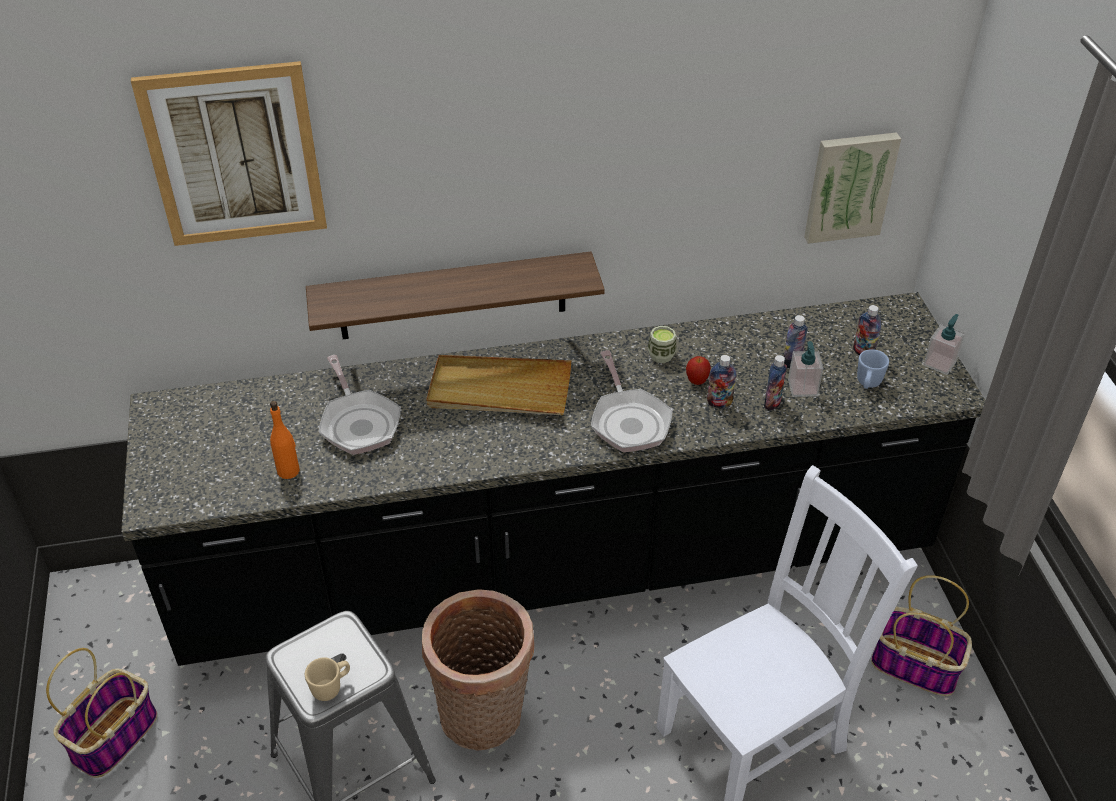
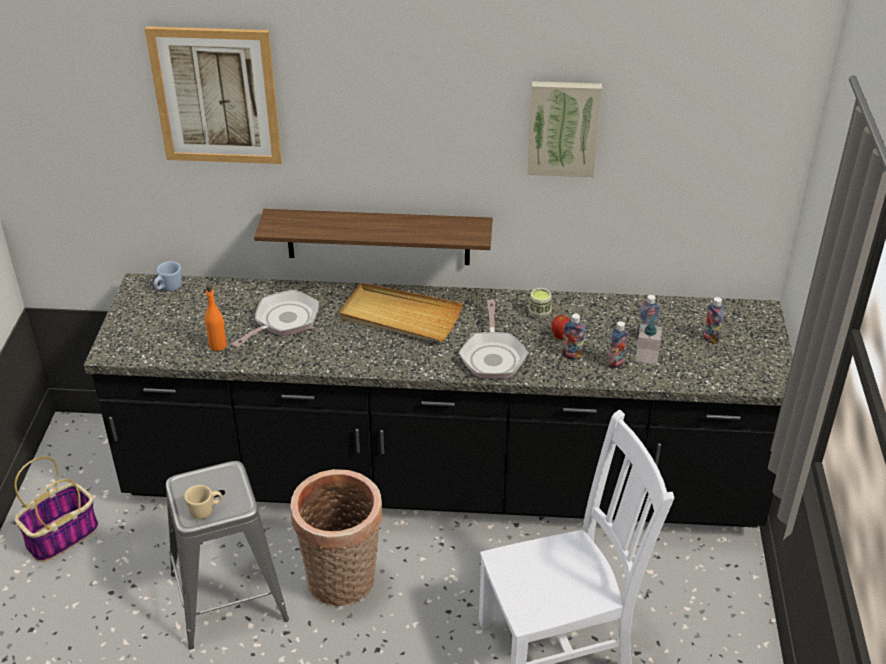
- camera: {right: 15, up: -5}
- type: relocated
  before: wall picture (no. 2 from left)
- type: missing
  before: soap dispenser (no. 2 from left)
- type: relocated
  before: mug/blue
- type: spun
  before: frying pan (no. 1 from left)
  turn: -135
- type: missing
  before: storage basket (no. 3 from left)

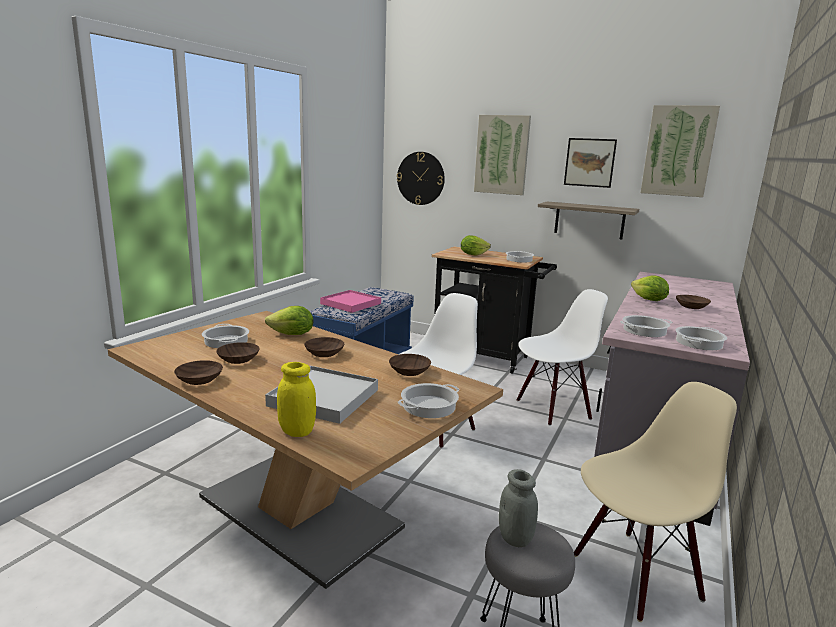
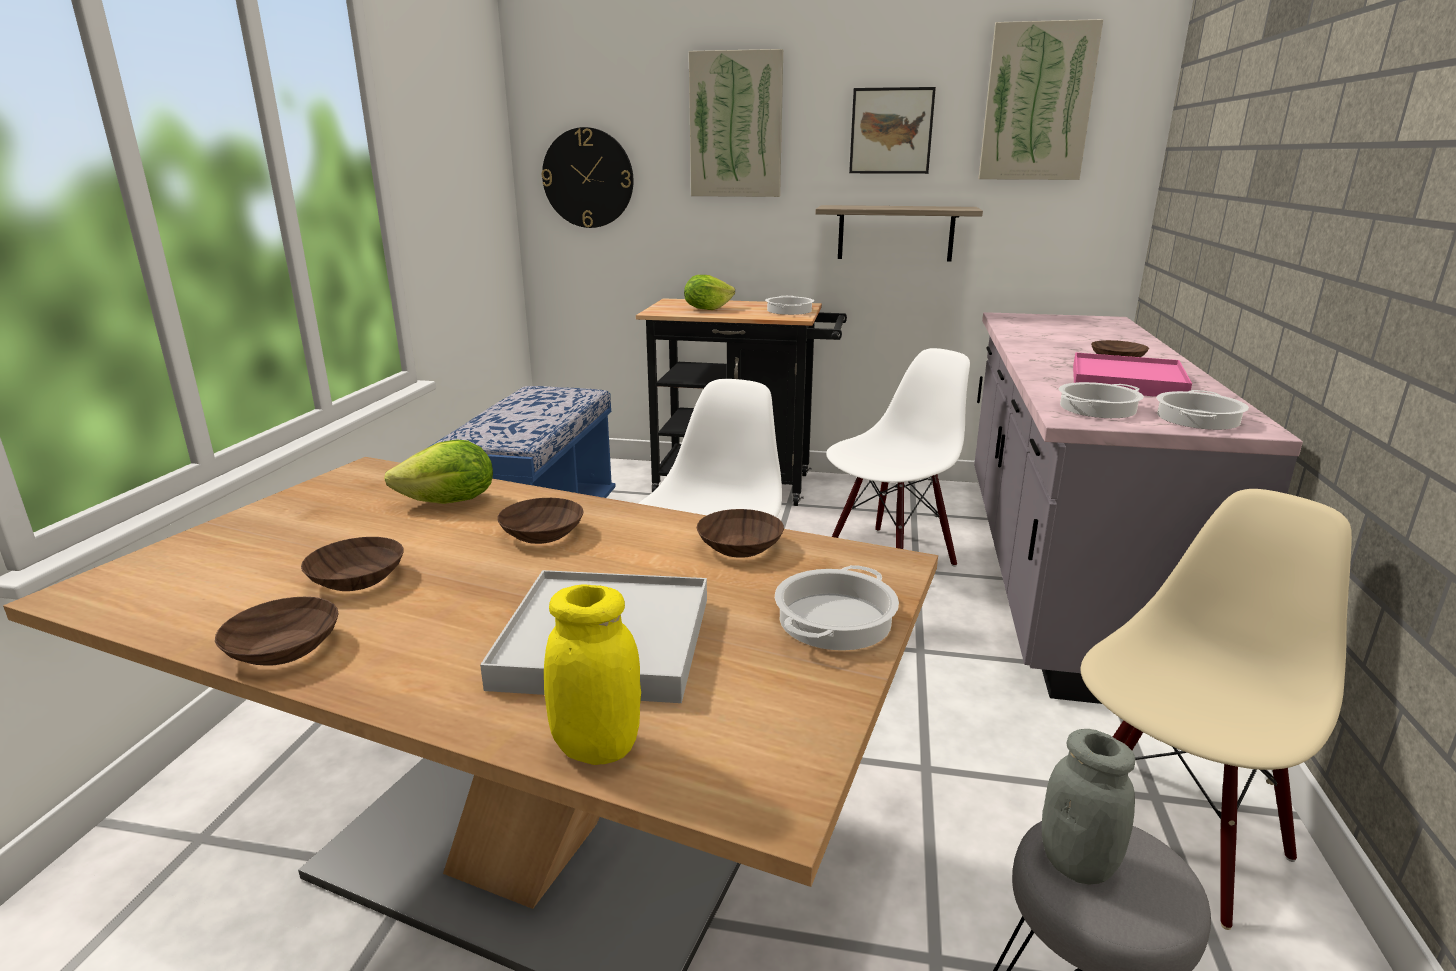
- camera: {right: -15, up: 5}
- type: missing
  before: lettuce head (no. 3 from left)
- type: relocated
  before: carrying tray/pink-coloured
- type: missing
  before: saucepot (no. 1 from left)

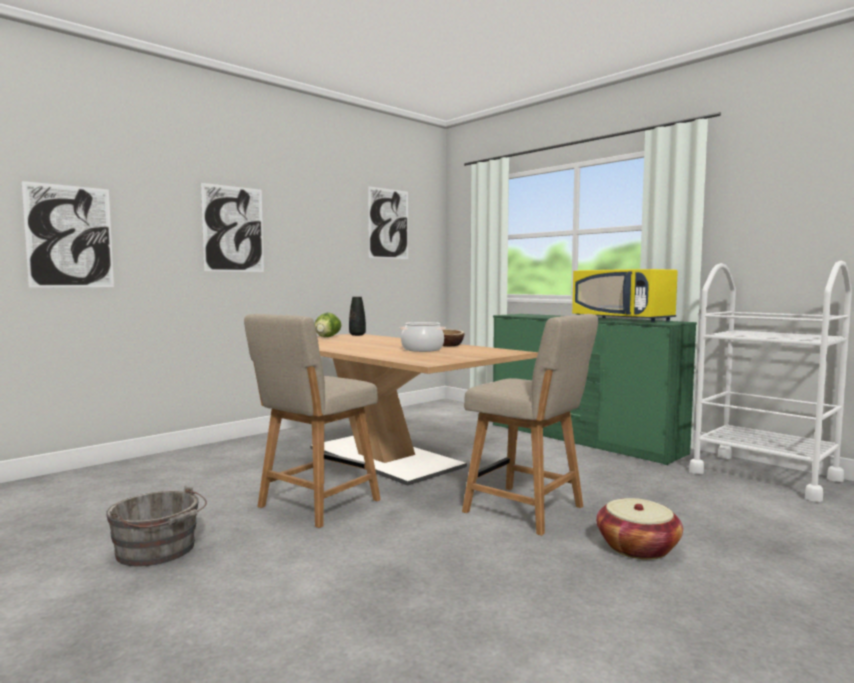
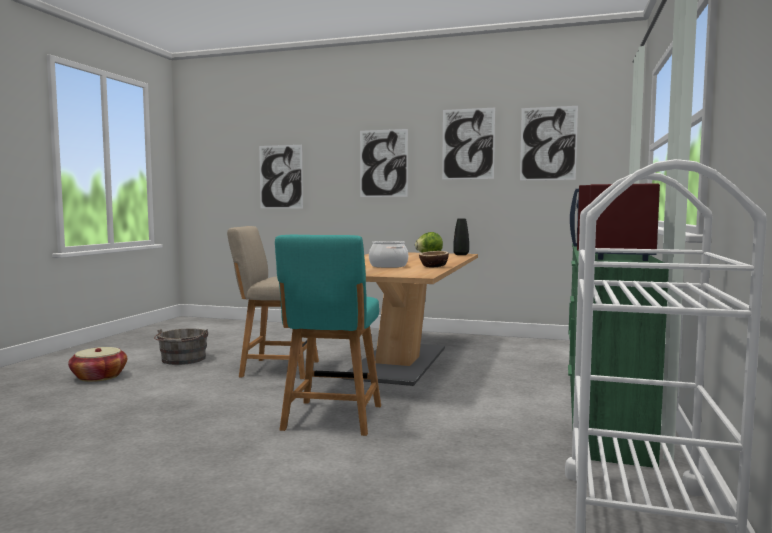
- camera: {right: 60, up: 0}
- type: colour
  before: kitchen microwave/yellow-coloured
  after: kitchen microwave/red
- type: colour
  before: upright chair/beige (no. 2 from left)
  after: upright chair/turquoise
- type: relocated
  before: storage basket
- type: appeared
  after: wall picture (no. 3 from left)

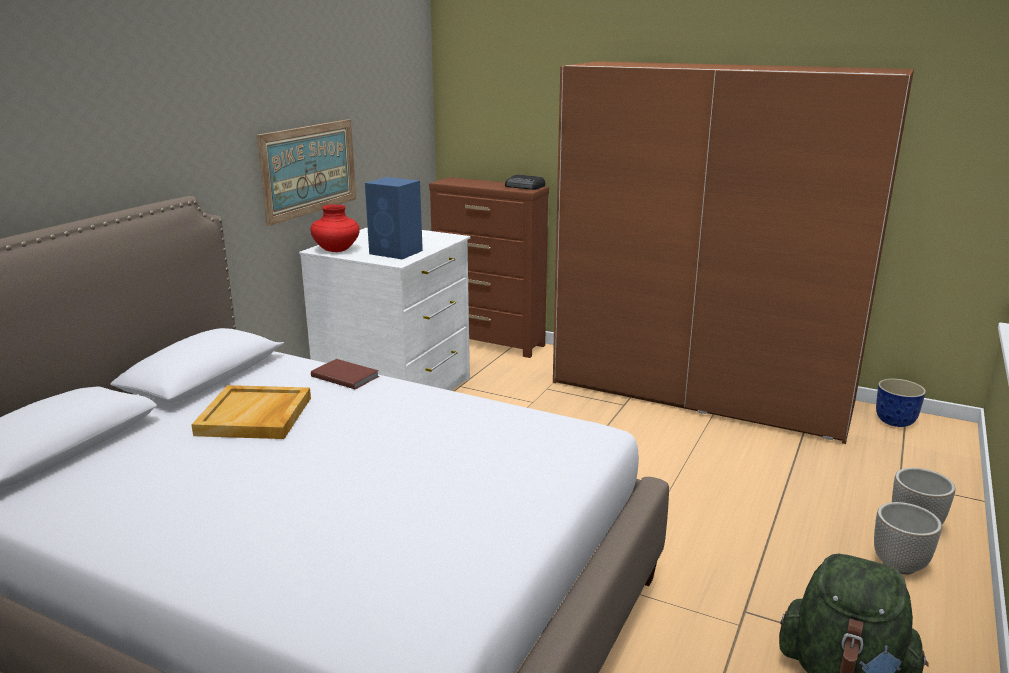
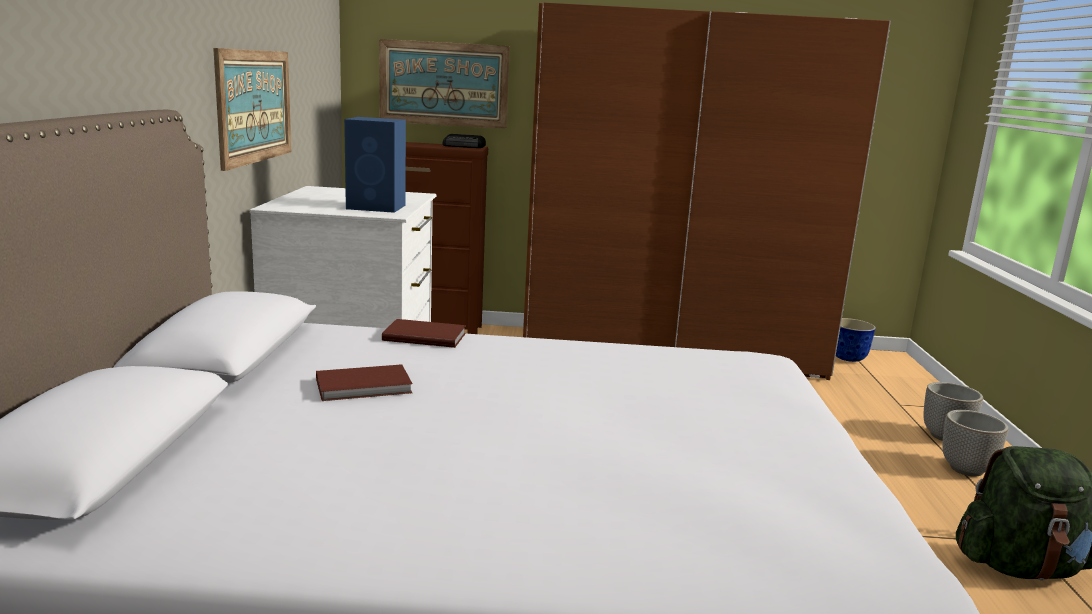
- camera: {right: -25, up: -5}
- type: missing
  before: flower vase/red
- type: exchanged
  before: carrying tray/beige
  after: volume/brown (no. 1 from left)
- type: appeared
  after: wall picture (no. 2 from left)

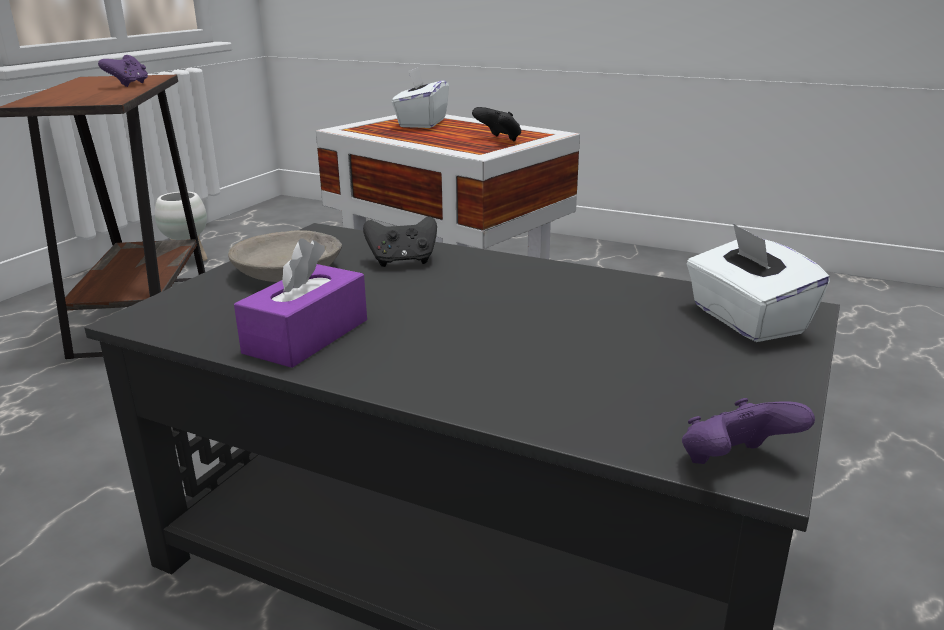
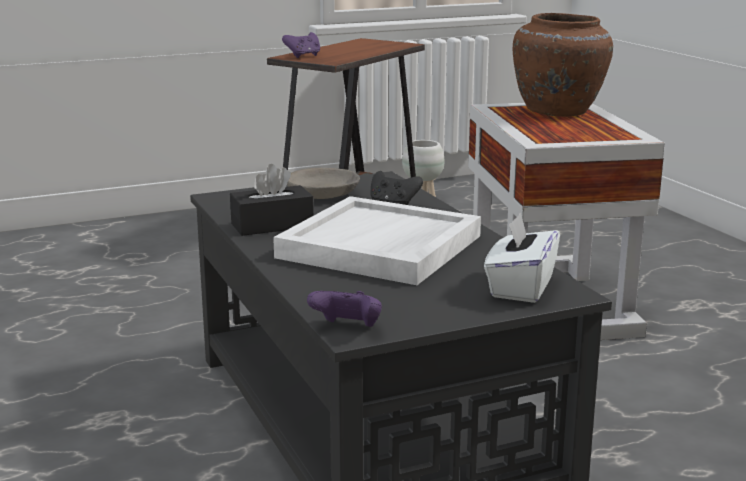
- camera: {right: 40, up: -5}
- type: relocated
  before: joypad/purple (no. 1 from left)
- type: exchanged
  before: box of tissues/white (no. 1 from left)
  after: flower vase/brown
- type: missing
  before: joypad/blackish (no. 2 from left)
- type: colour
  before: box of tissues/purple
  after: box of tissues/blackish
- type: appeared
  after: carrying tray/white

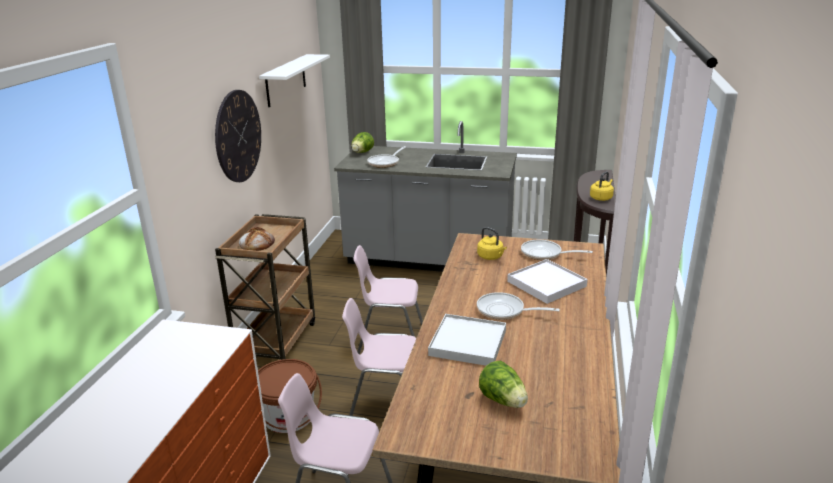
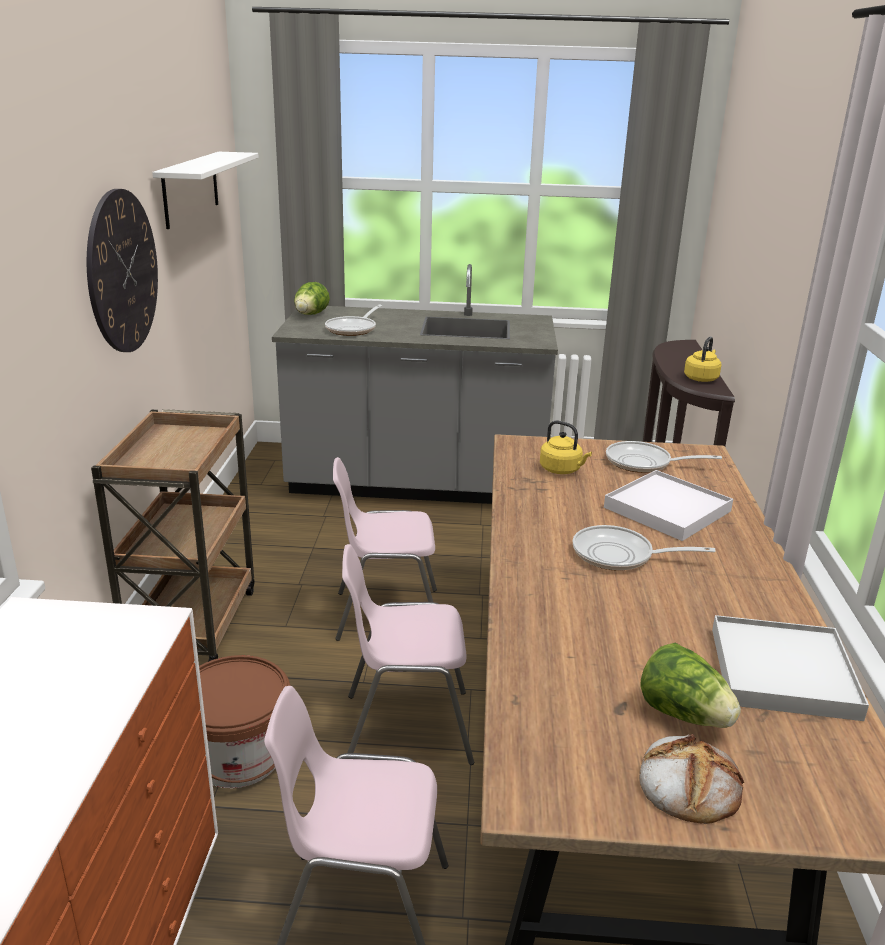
- camera: {right: -10, up: 0}
- type: relocated
  before: bakery bread
- type: relocated
  before: carrying tray/white (no. 1 from left in the first image)
  after: carrying tray/white (no. 2 from left)

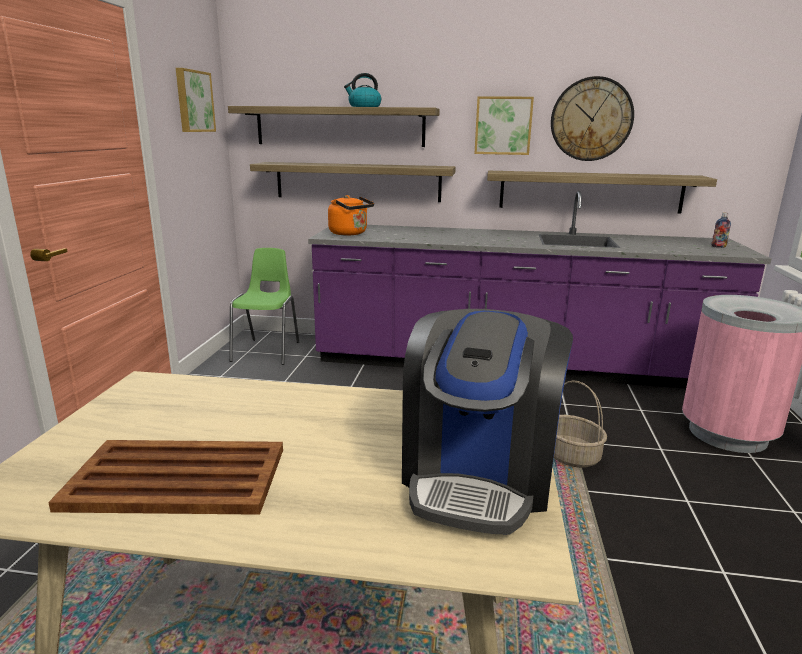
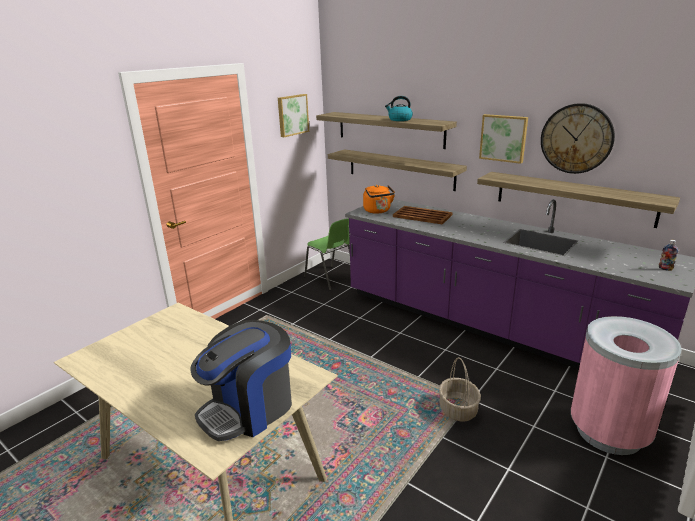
- camera: {right: 30, up: 5}
- type: spun
  before: upright chair/green
  turn: 105
- type: relocated
  before: carrying tray/brown

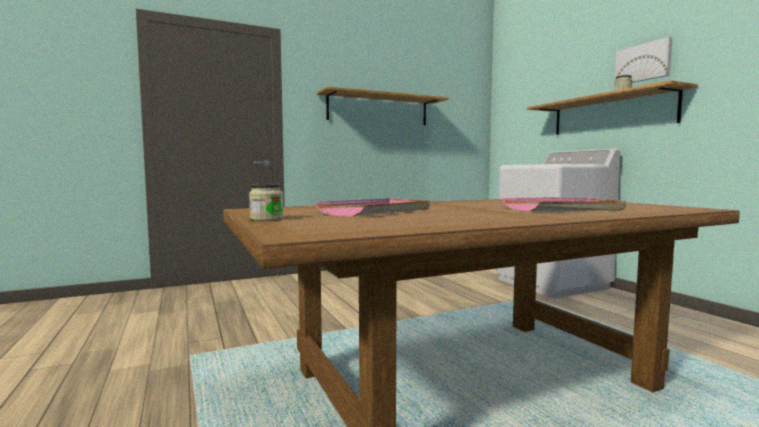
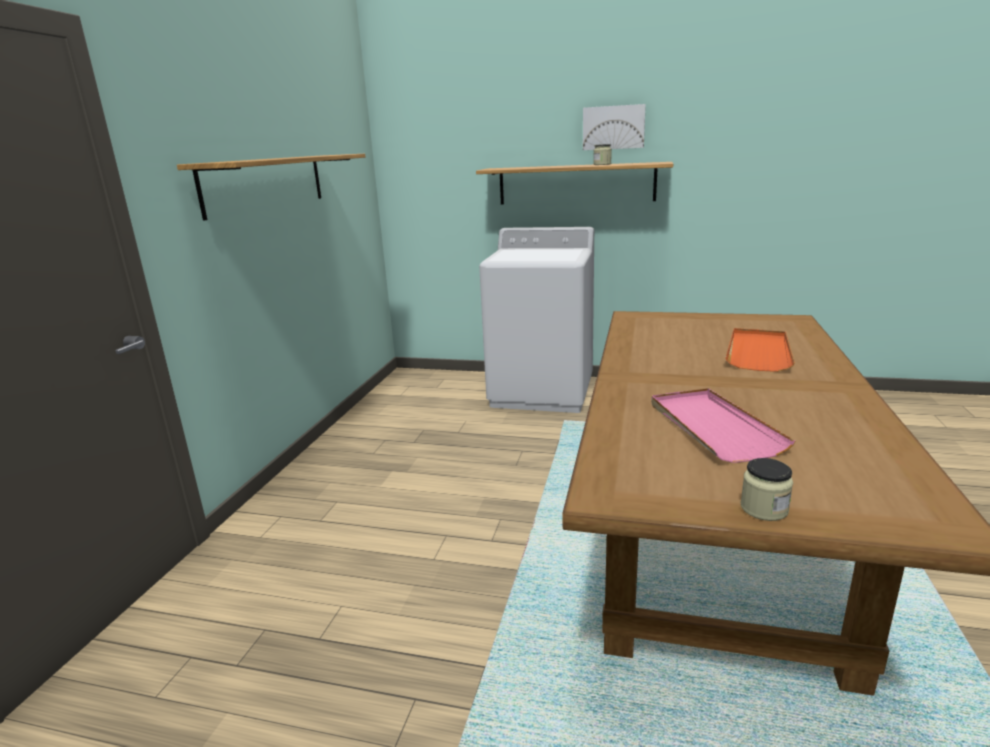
- camera: {right: -50, up: 15}
- type: colour
  before: carrying tray/pink-coloured (no. 2 from left)
  after: carrying tray/orangey

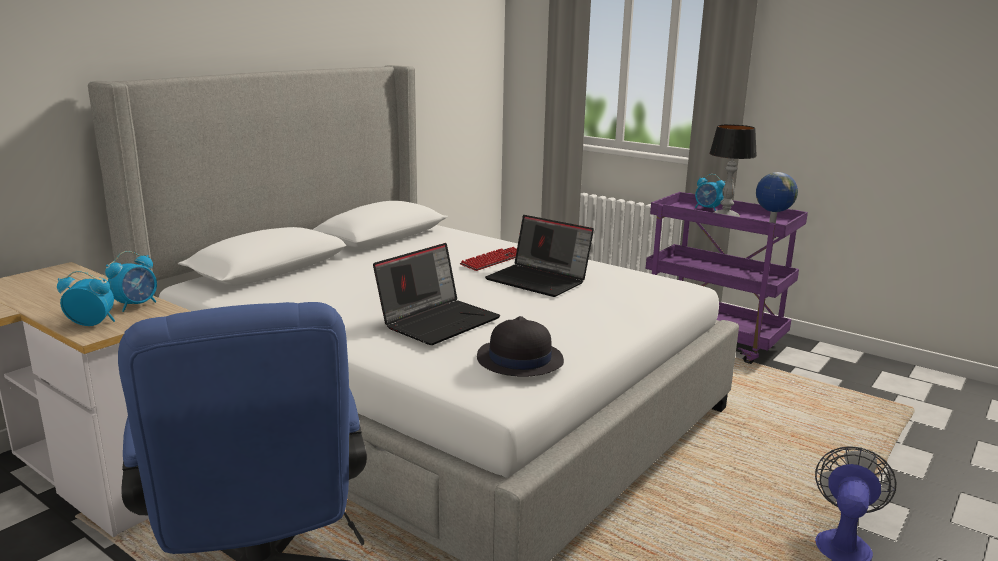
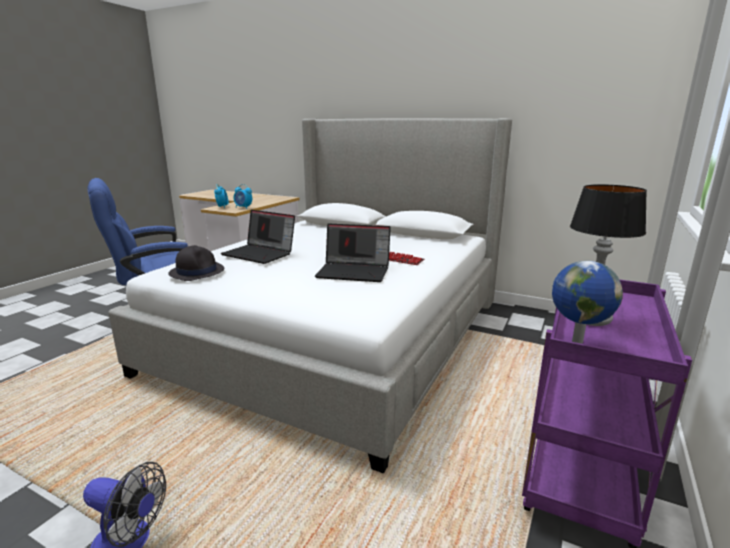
- camera: {right: 80, up: 0}
- type: missing
  before: bedside clock (no. 3 from left)
- type: spun
  before: portable computer (no. 2 from left)
  turn: -105

